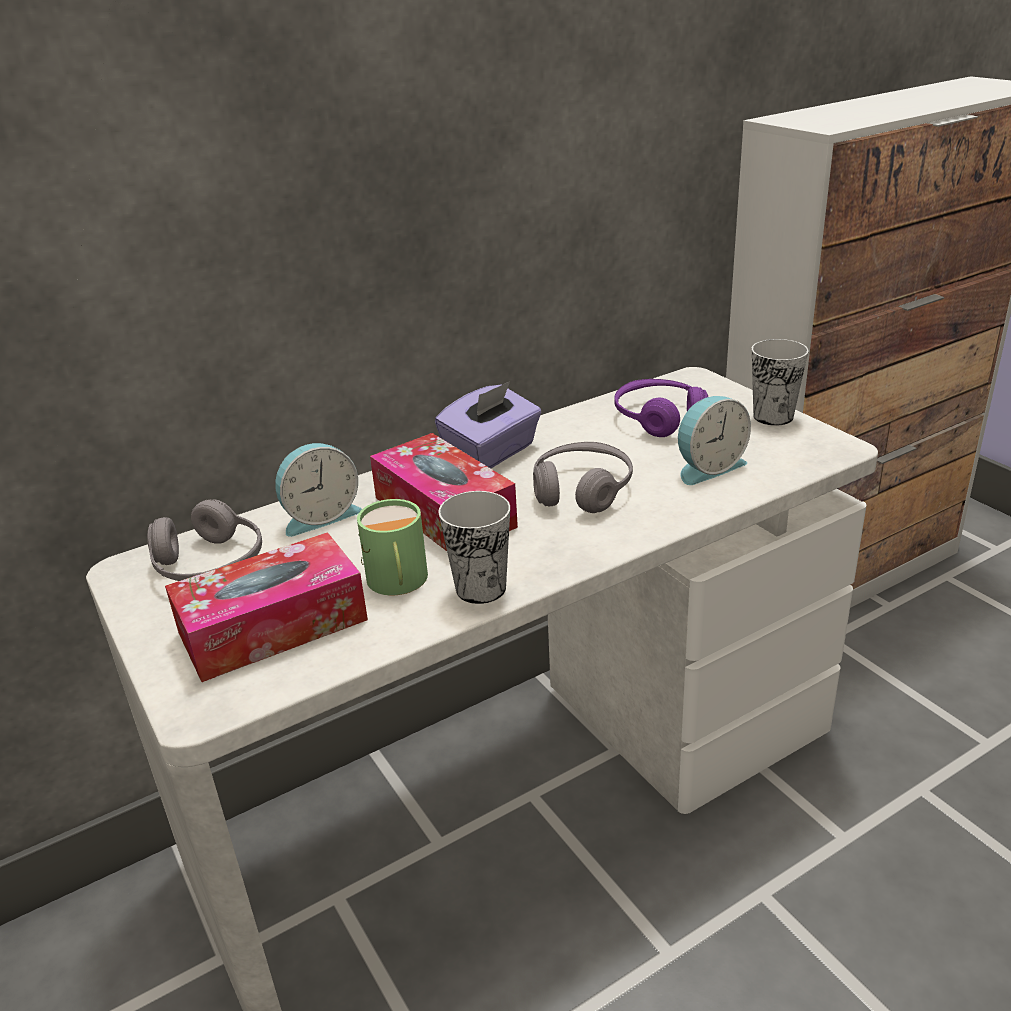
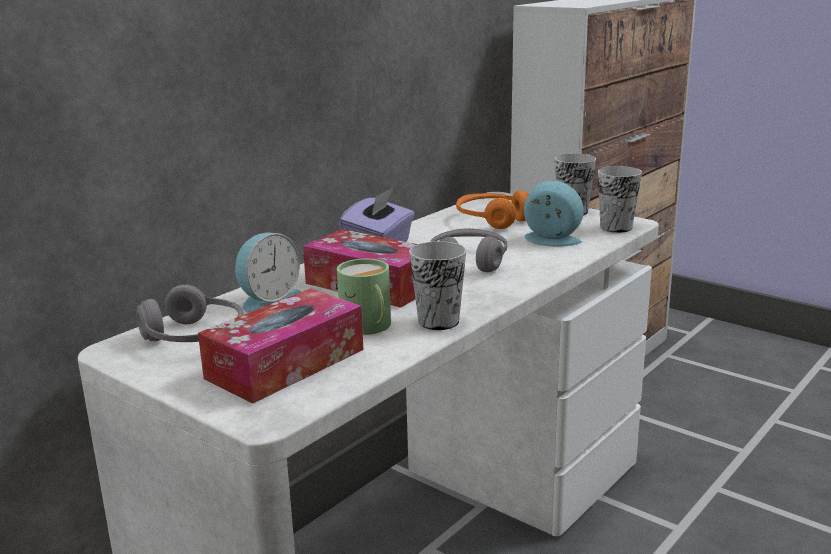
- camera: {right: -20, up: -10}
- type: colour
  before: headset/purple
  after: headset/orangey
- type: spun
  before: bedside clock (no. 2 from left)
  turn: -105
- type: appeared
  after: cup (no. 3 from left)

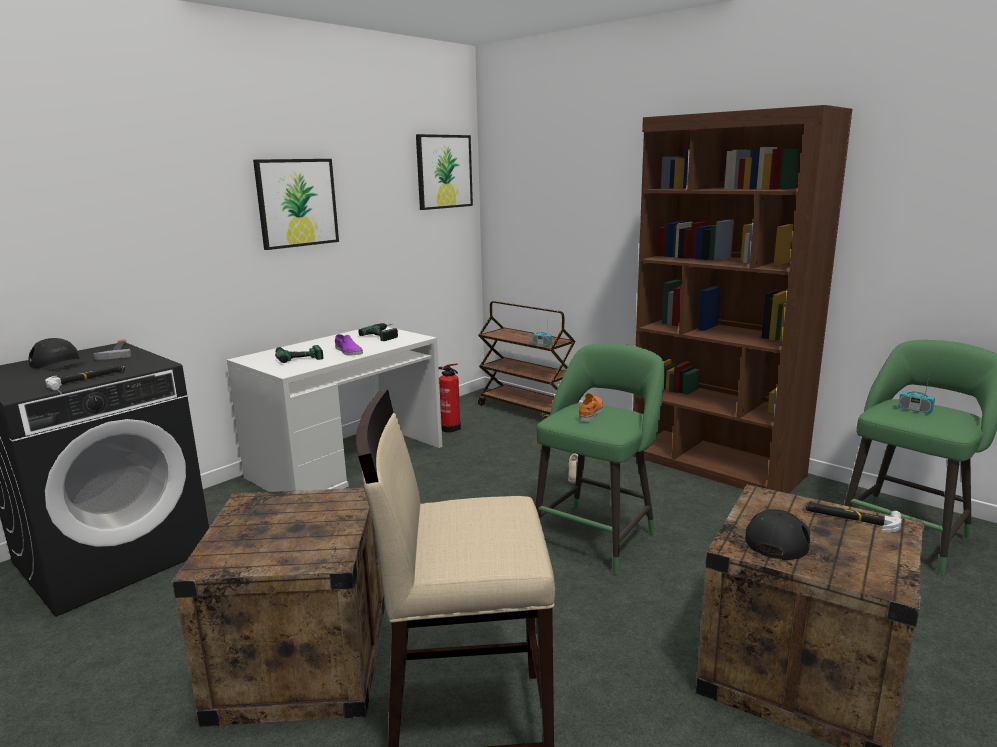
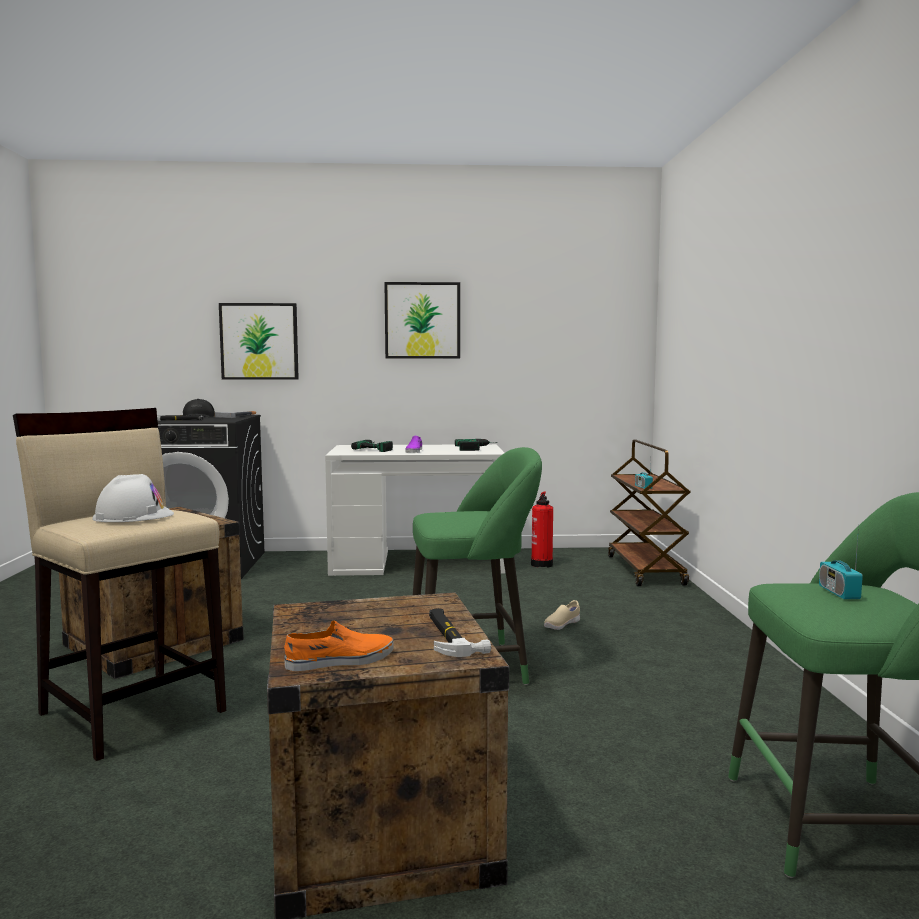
- camera: {right: 45, up: -10}
- type: missing
  before: bookshelf/brown
- type: relocated
  before: wall picture (no. 2 from left in the first image)
  after: wall picture (no. 1 from left)
- type: relocated
  before: shoe/orangey
- type: missing
  before: peaked cap/blackish (no. 2 from left)
- type: appeared
  after: work helmet/white

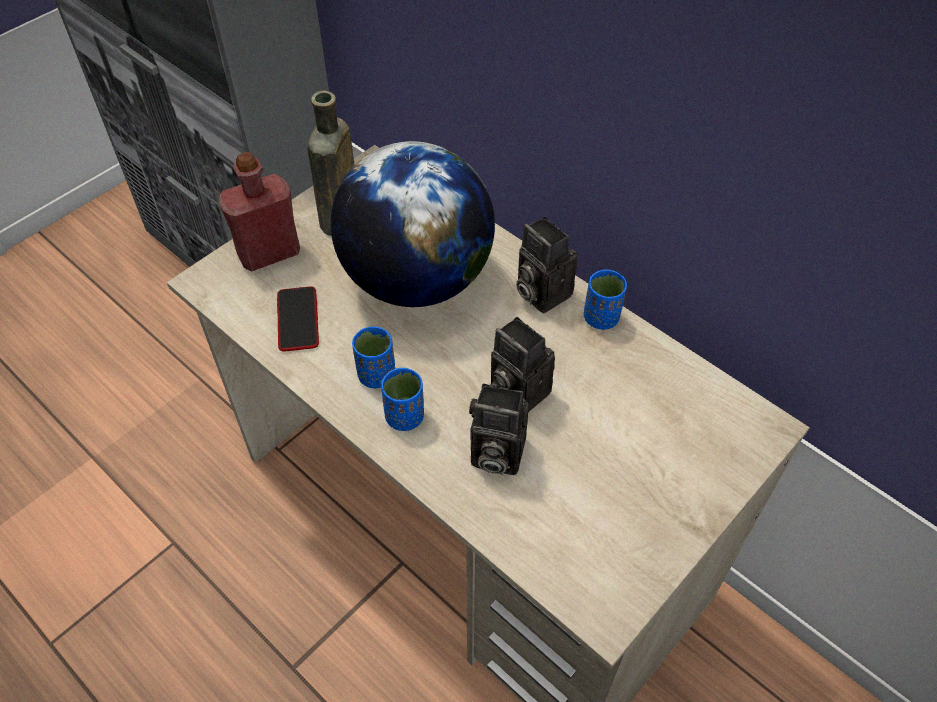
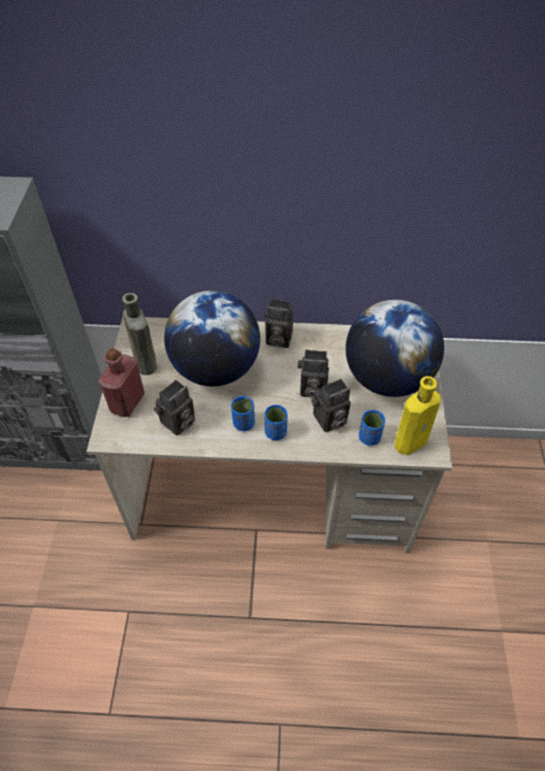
- camera: {right: -40, up: 0}
- type: relocated
  before: cup/blue (no. 3 from left)
- type: exchanged
  before: phone
  after: still camera (no. 1 from left)
- type: appeared
  after: desk globe (no. 2 from left)
- type: appeared
  after: drink bottle/yellow-coloured

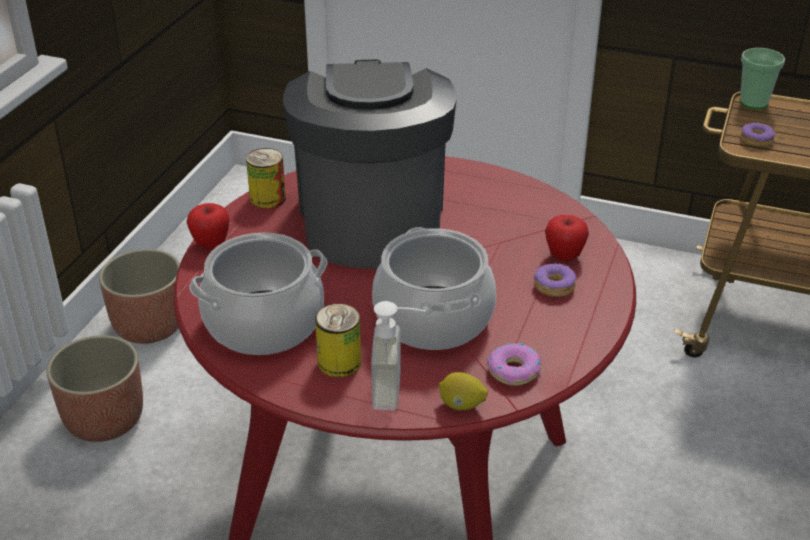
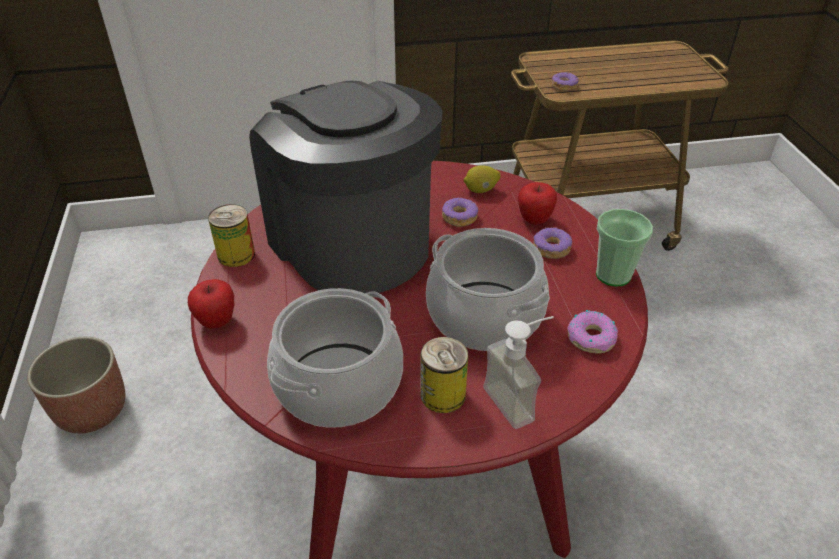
- camera: {right: -30, up: 5}
- type: relocated
  before: cup
- type: missing
  before: planter (no. 1 from left)
- type: relocated
  before: lemon
- type: appeared
  after: donut (no. 1 from left)

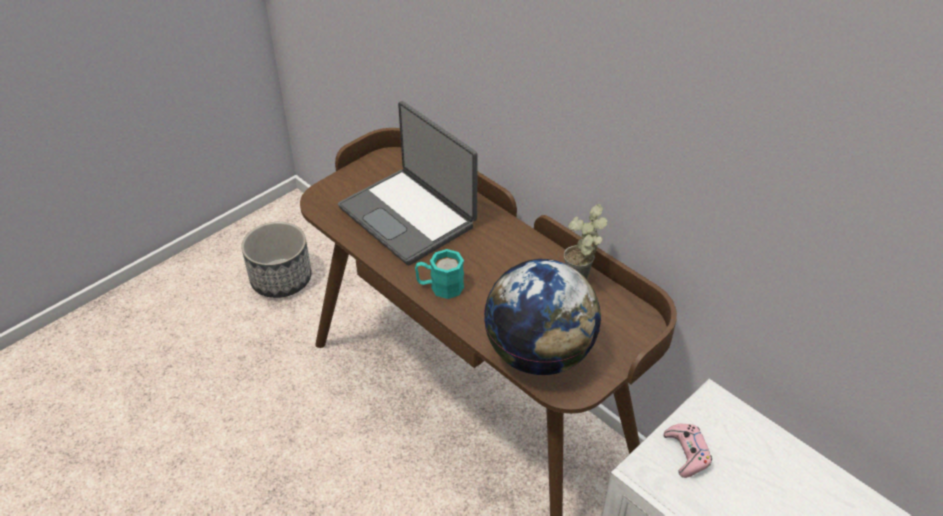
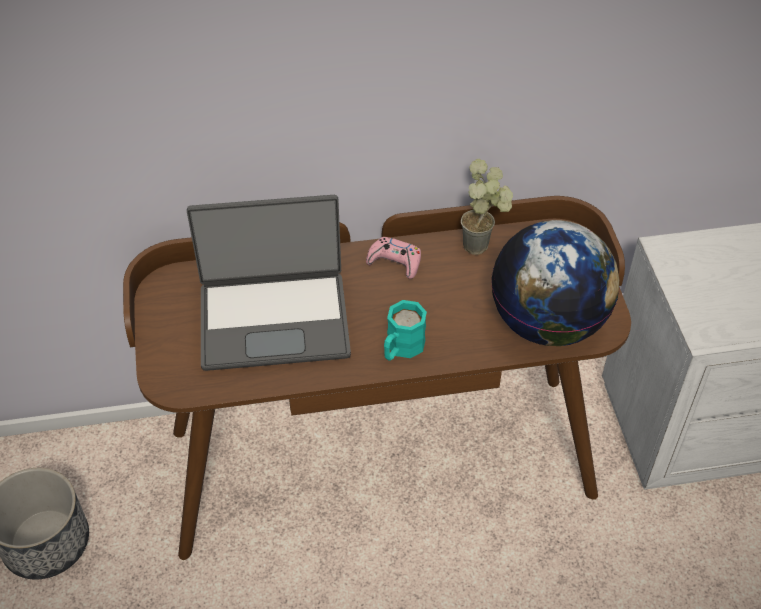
- camera: {right: -55, up: 5}
- type: relocated
  before: joypad/pink-coloured

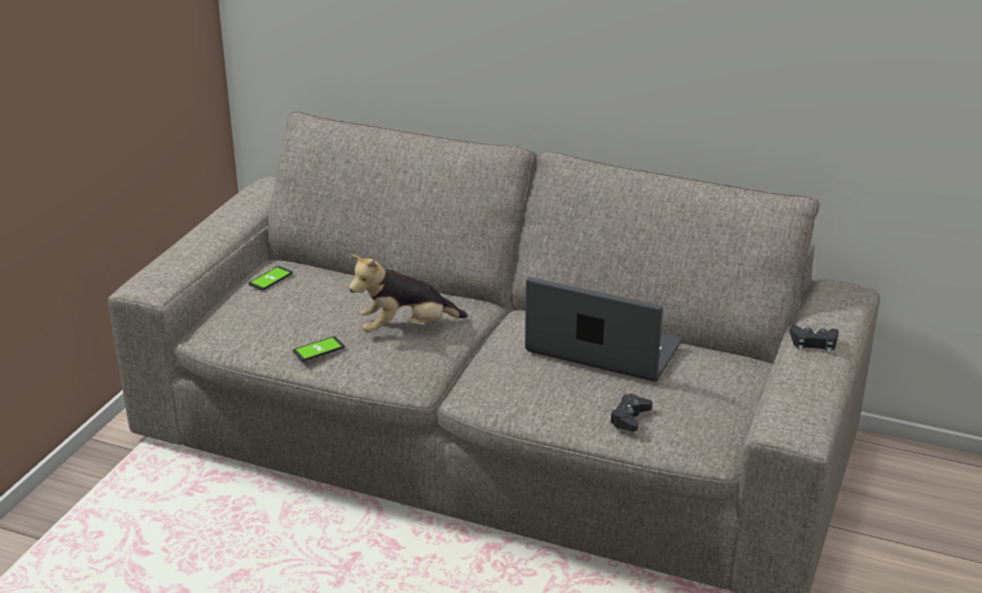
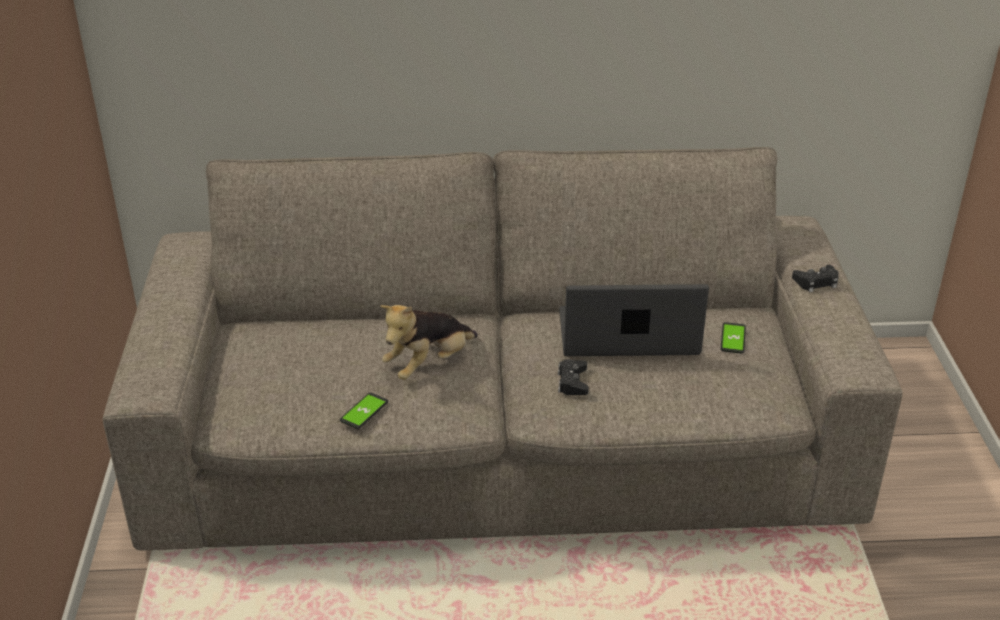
- camera: {right: -25, up: 5}
- type: relocated
  before: phone (no. 1 from left in the first image)
  after: phone (no. 2 from left)
- type: relocated
  before: joypad/blackish (no. 1 from left)

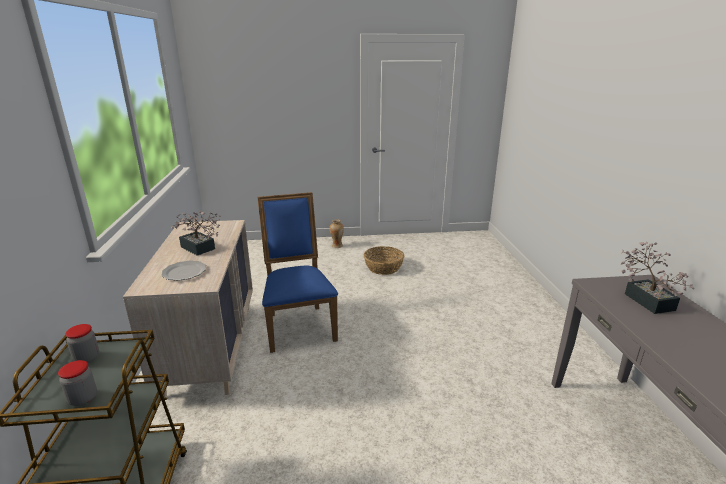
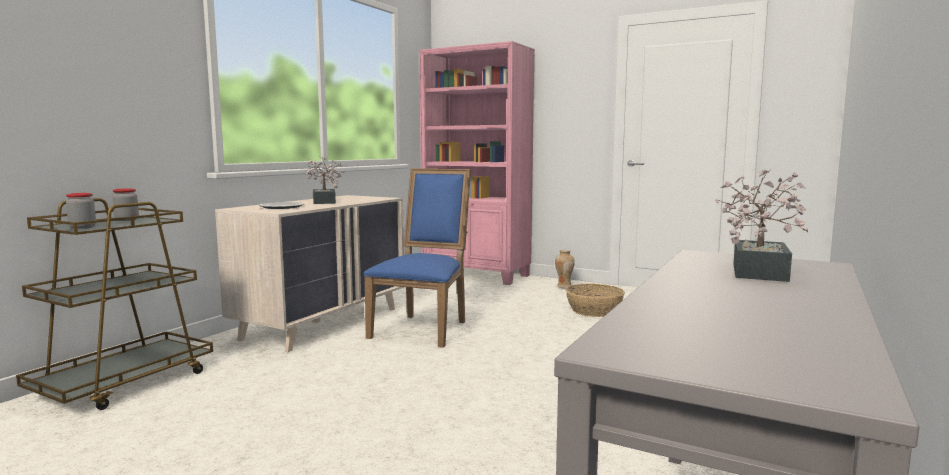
- camera: {right: 35, up: -15}
- type: appeared
  after: bookshelf/pink-coloured

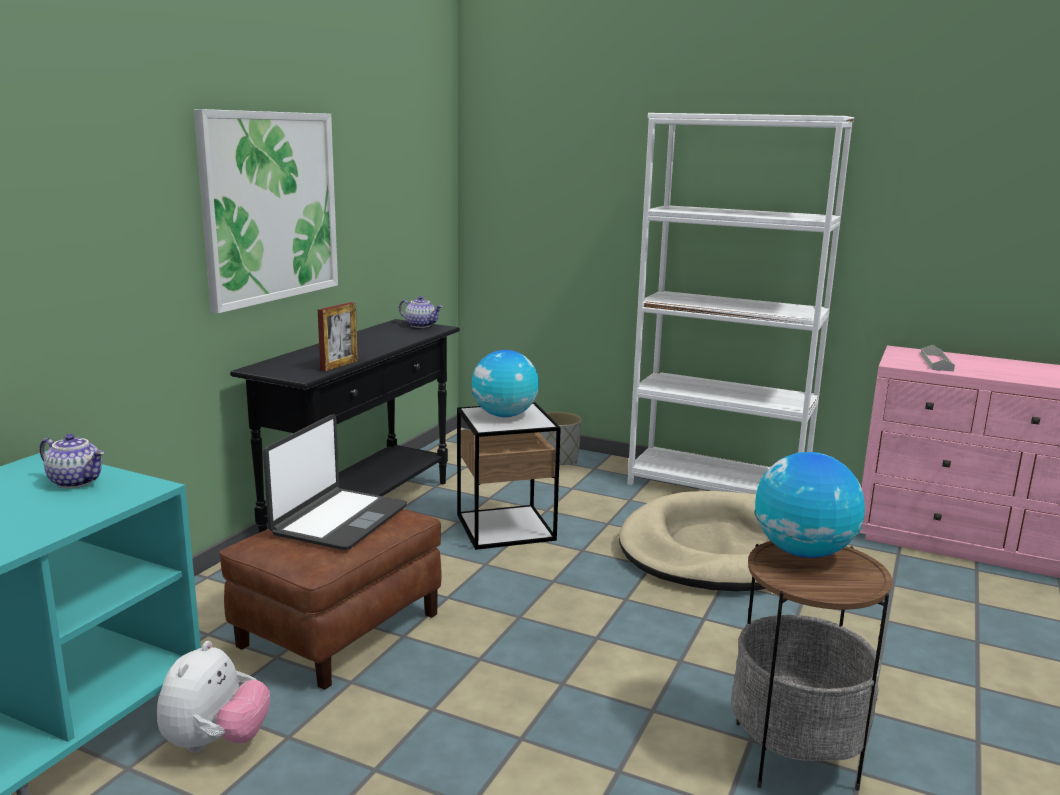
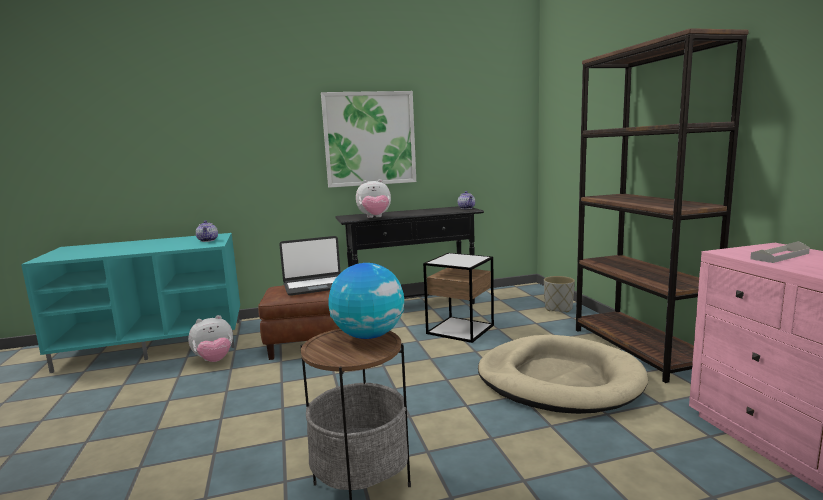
- camera: {right: 50, up: -5}
- type: colour
  before: bookshelf/white
  after: bookshelf/brown
- type: exchanged
  before: picture frame
  after: plush toy (no. 2 from left)
- type: missing
  before: desk globe (no. 1 from left)

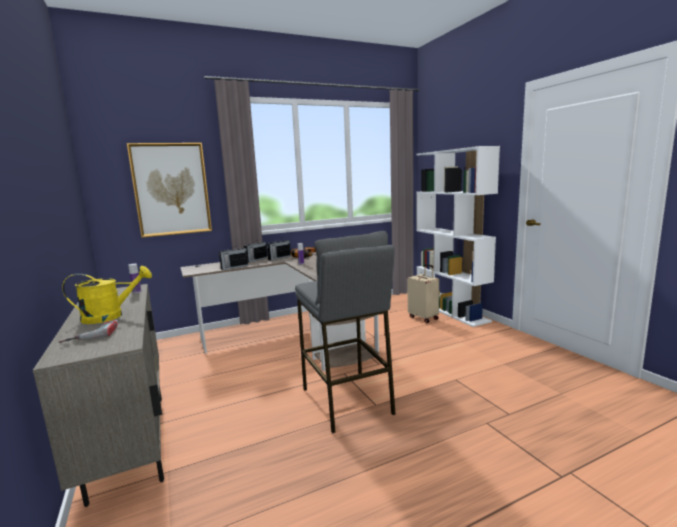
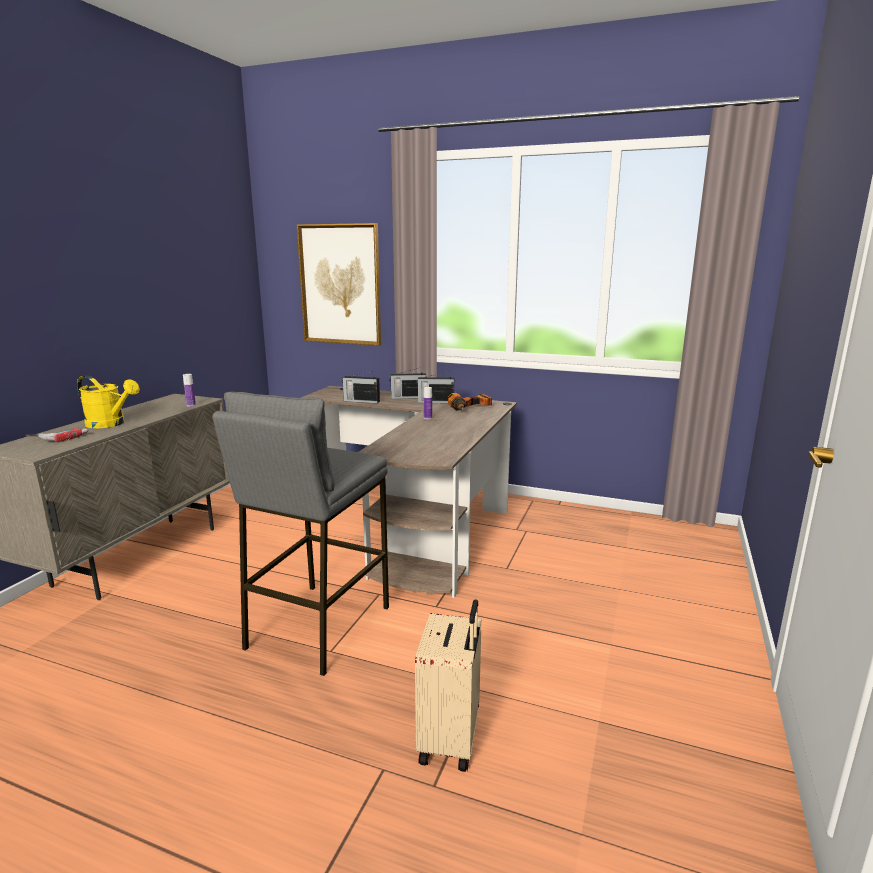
- camera: {right: 45, up: 5}
- type: missing
  before: bookshelf/white
- type: relocated
  before: suitcase/beige

